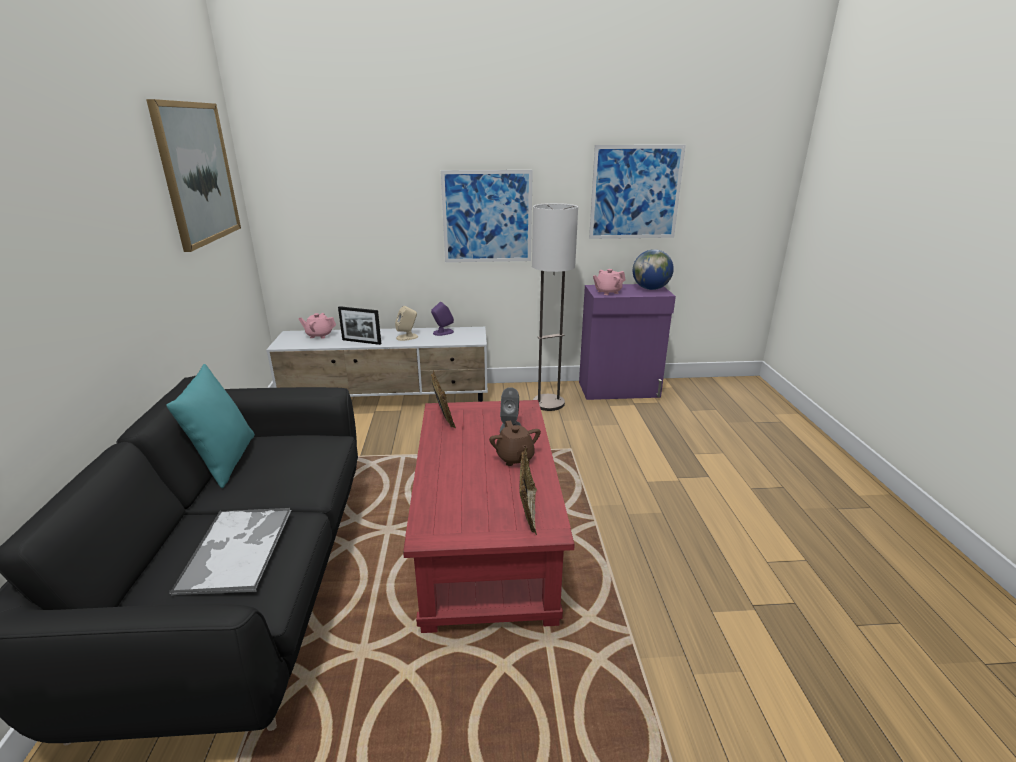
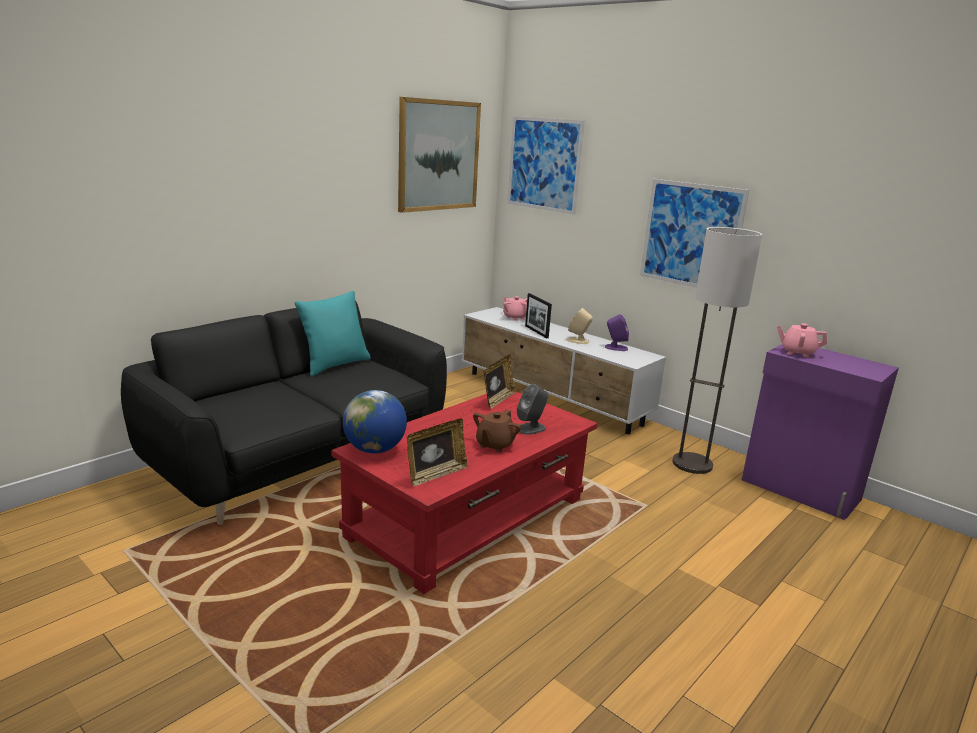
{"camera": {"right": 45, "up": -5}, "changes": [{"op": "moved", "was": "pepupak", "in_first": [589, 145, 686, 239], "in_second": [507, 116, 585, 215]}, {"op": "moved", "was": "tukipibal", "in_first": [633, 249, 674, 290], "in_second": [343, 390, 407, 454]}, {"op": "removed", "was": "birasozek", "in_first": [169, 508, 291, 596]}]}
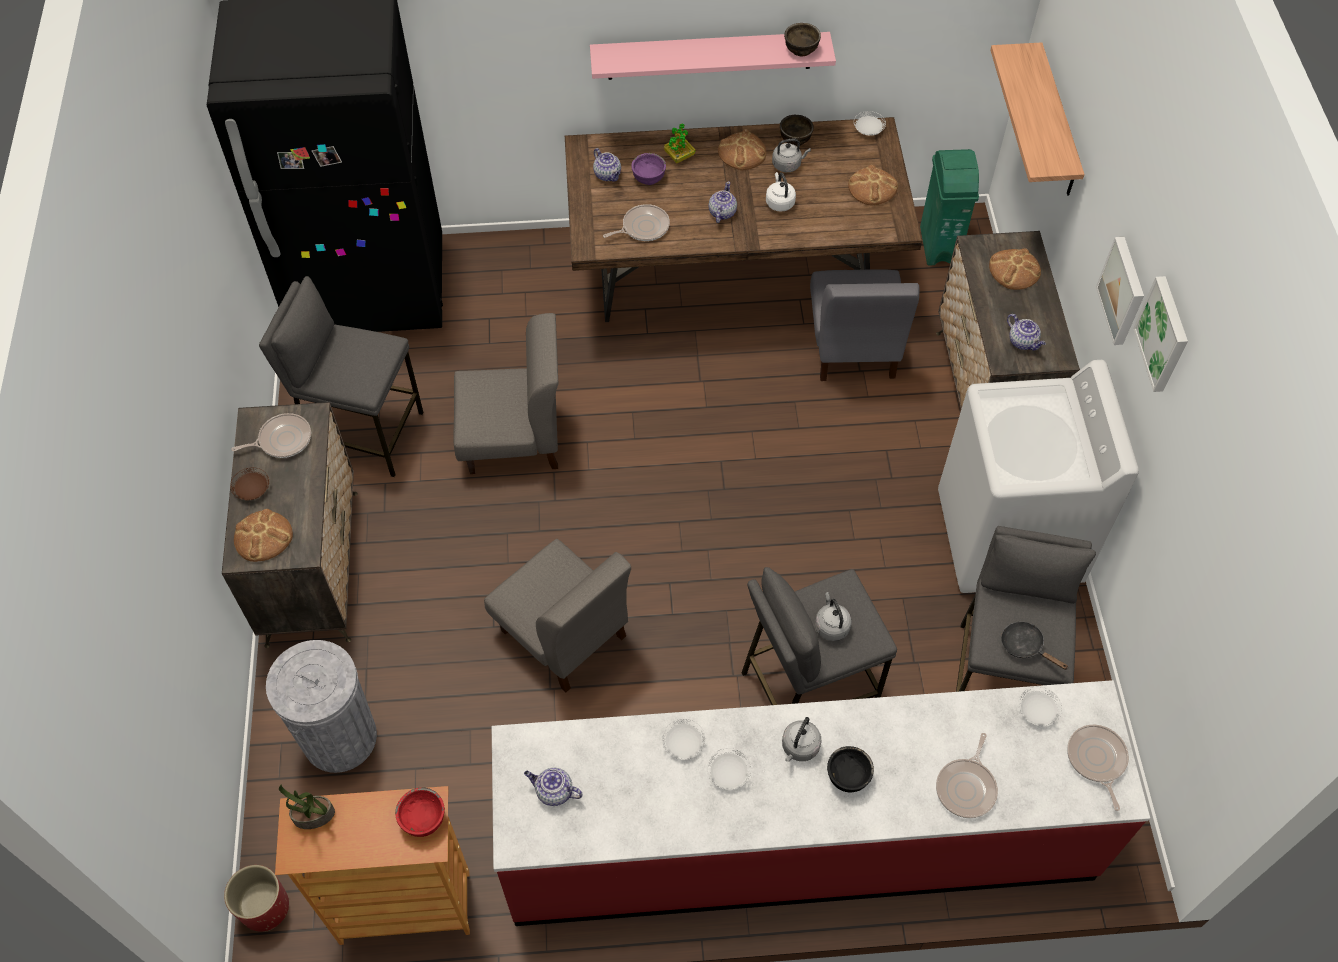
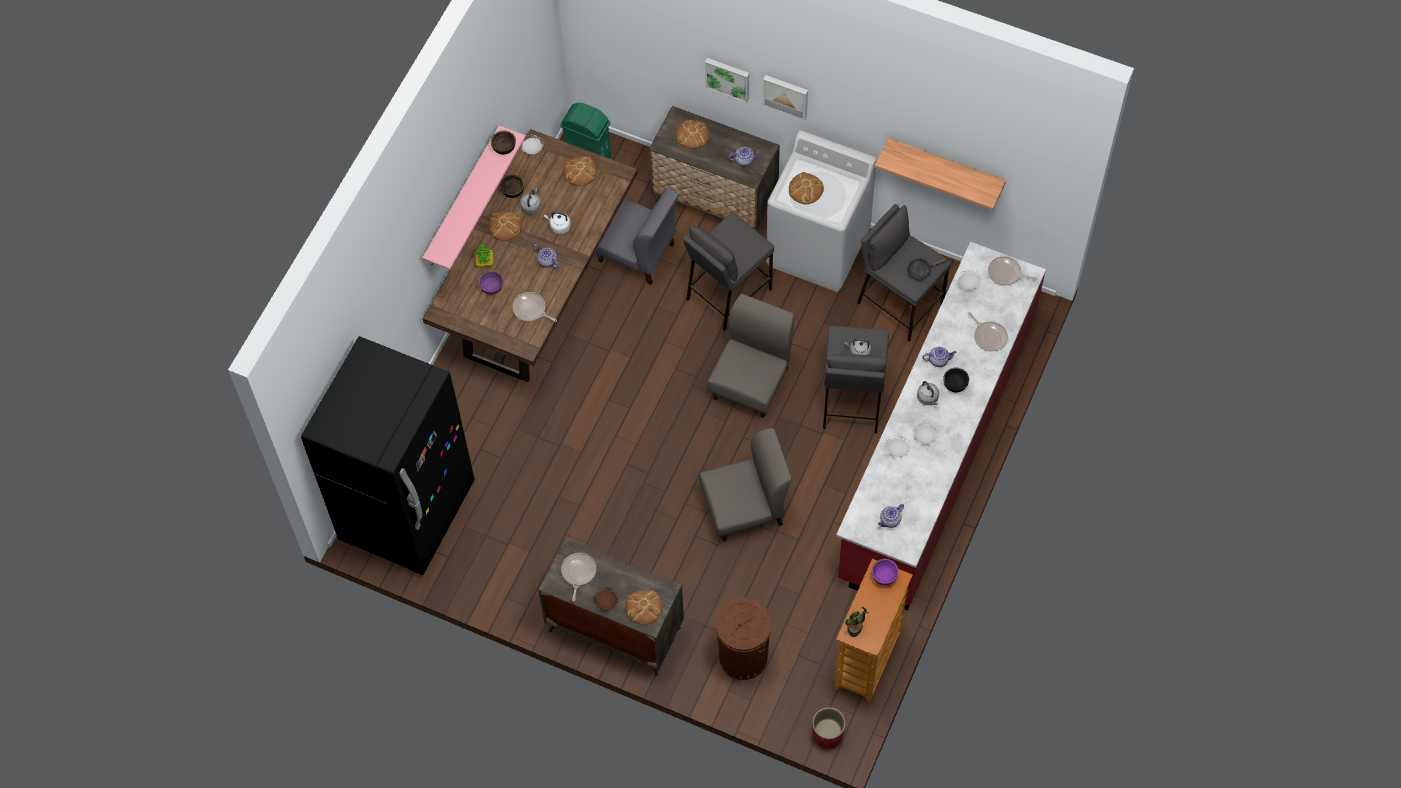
{"camera": {"right": -60, "up": 5}, "changes": [{"op": "moved", "was": "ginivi", "in_first": [990, 42, 1085, 196], "in_second": [875, 138, 1006, 210]}, {"op": "moved", "was": "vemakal", "in_first": [593, 148, 621, 182], "in_second": [922, 346, 957, 367]}, {"op": "turned", "was": "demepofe", "in_first": [603, 204, 670, 241], "in_second": [512, 292, 557, 322], "clockwise": -60}, {"op": "moved", "was": "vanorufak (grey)", "in_first": [259, 276, 424, 477], "in_second": [683, 212, 774, 331]}, {"op": "moved", "was": "pepupak", "in_first": [1133, 276, 1188, 392], "in_second": [705, 58, 749, 103]}, {"op": "moved", "was": "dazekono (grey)", "in_first": [454, 313, 558, 474], "in_second": [707, 294, 794, 418]}, {"op": "recoloured", "was": "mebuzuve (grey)", "now": "mebuzuve (brown)", "in_first": [266, 640, 377, 773], "in_second": [716, 598, 772, 680]}, {"op": "recoloured", "was": "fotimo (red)", "now": "fotimo (purple)", "in_first": [395, 788, 445, 837], "in_second": [872, 559, 899, 586]}, {"op": "added", "now": "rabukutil", "in_second": [789, 172, 824, 204]}]}
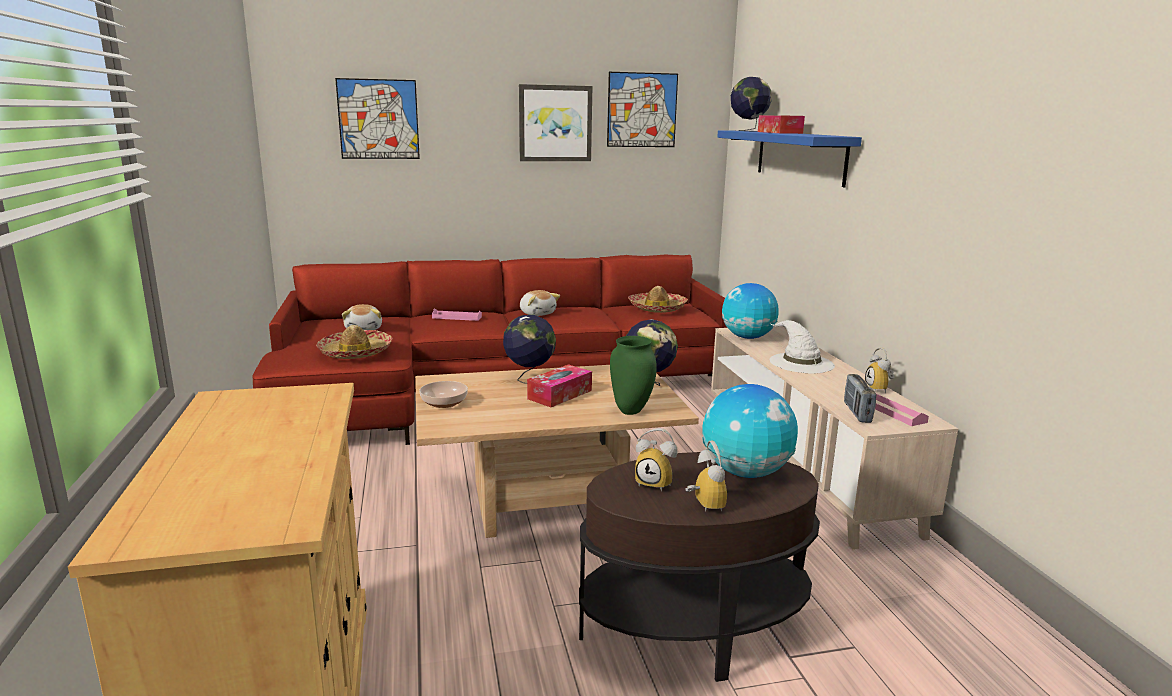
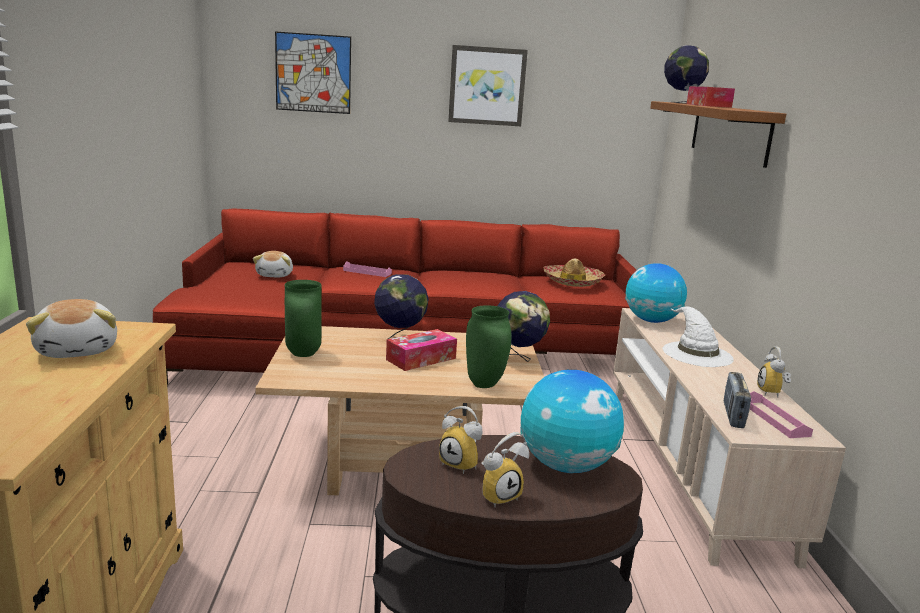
{"camera": {"right": 10, "up": 0}, "changes": [{"op": "removed", "was": "pepupak", "in_first": [607, 72, 678, 147]}, {"op": "recoloured", "was": "ginivi (blue)", "now": "ginivi (brown)", "in_first": [717, 130, 862, 187], "in_second": [650, 101, 786, 168]}, {"op": "moved", "was": "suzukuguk", "in_first": [520, 290, 560, 316], "in_second": [26, 299, 117, 358]}, {"op": "removed", "was": "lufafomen", "in_first": [317, 325, 393, 359]}, {"op": "replaced", "was": "fotimo", "now": "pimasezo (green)", "in_first": [420, 381, 468, 408], "in_second": [285, 280, 322, 357]}, {"op": "turned", "was": "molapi", "in_first": [686, 441, 727, 512], "in_second": [482, 432, 529, 507], "clockwise": 60}]}
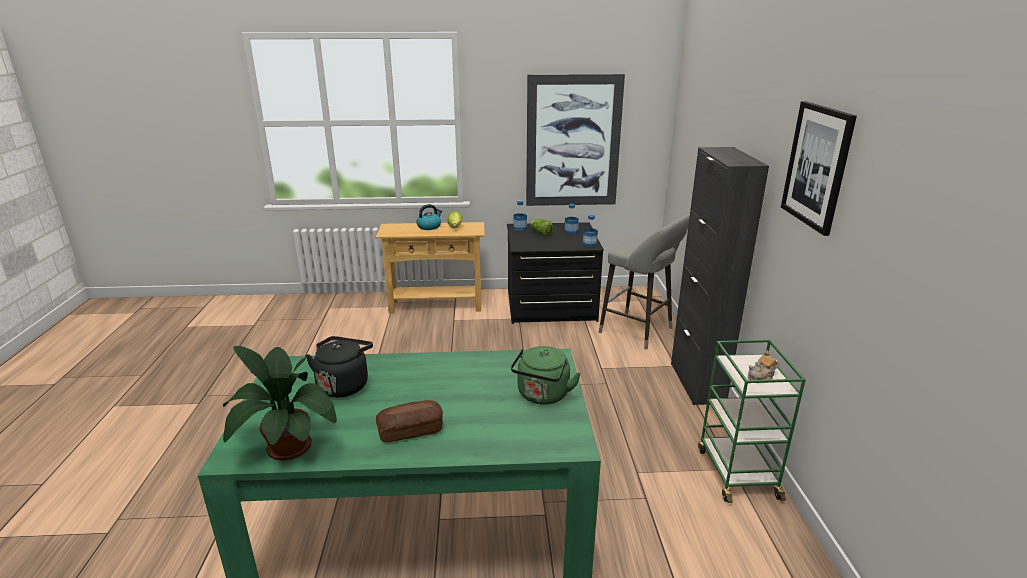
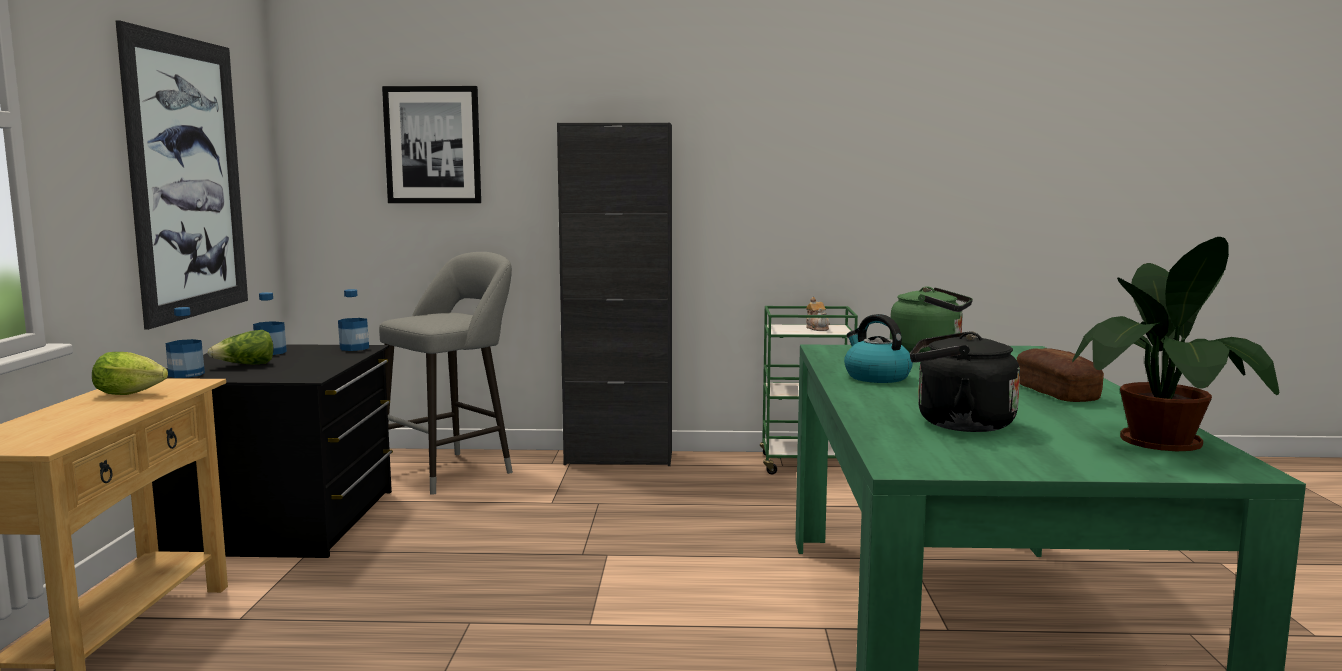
{"camera": {"right": -85, "up": -15}, "changes": [{"op": "moved", "was": "pepupak", "in_first": [781, 101, 857, 236], "in_second": [382, 86, 481, 203]}, {"op": "moved", "was": "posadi", "in_first": [416, 204, 442, 230], "in_second": [844, 314, 913, 383]}]}
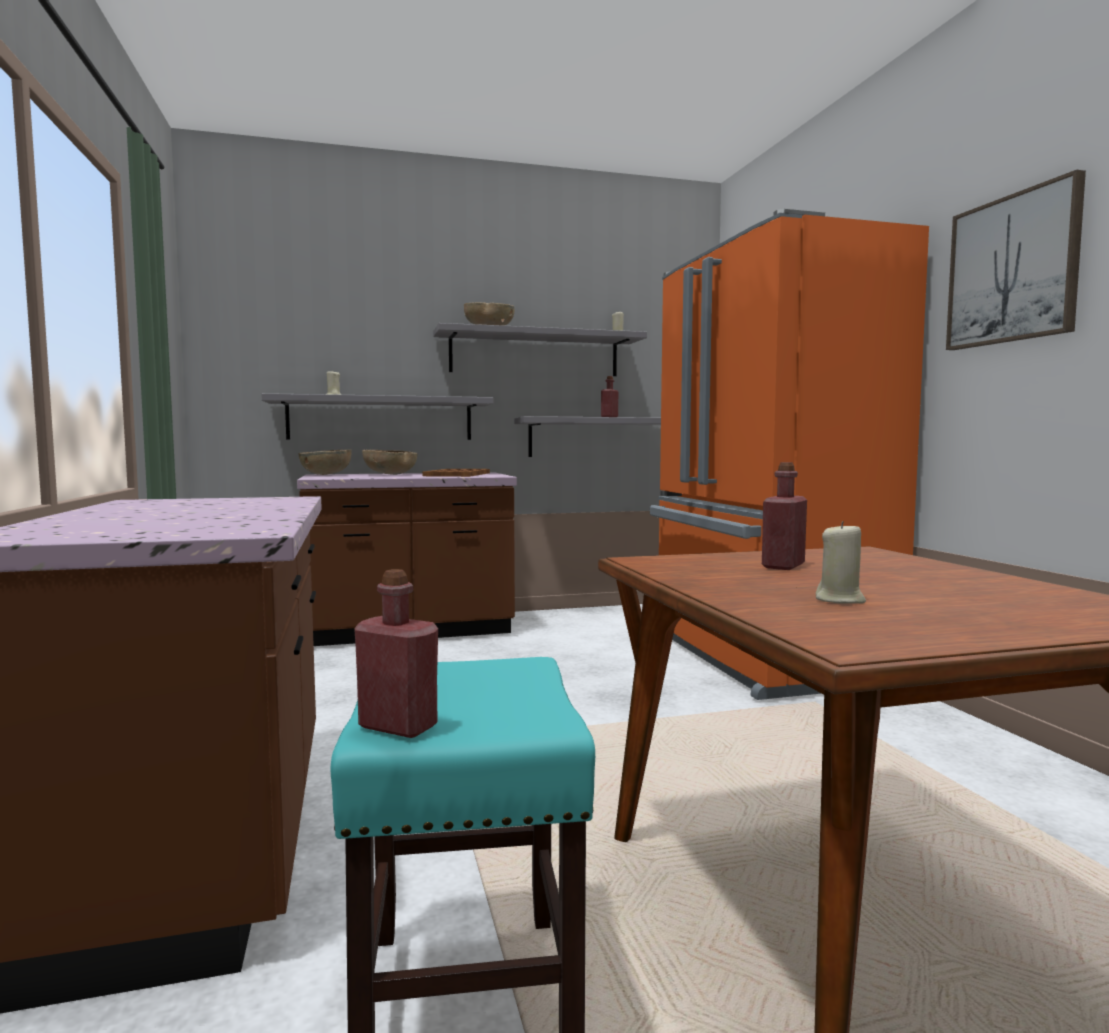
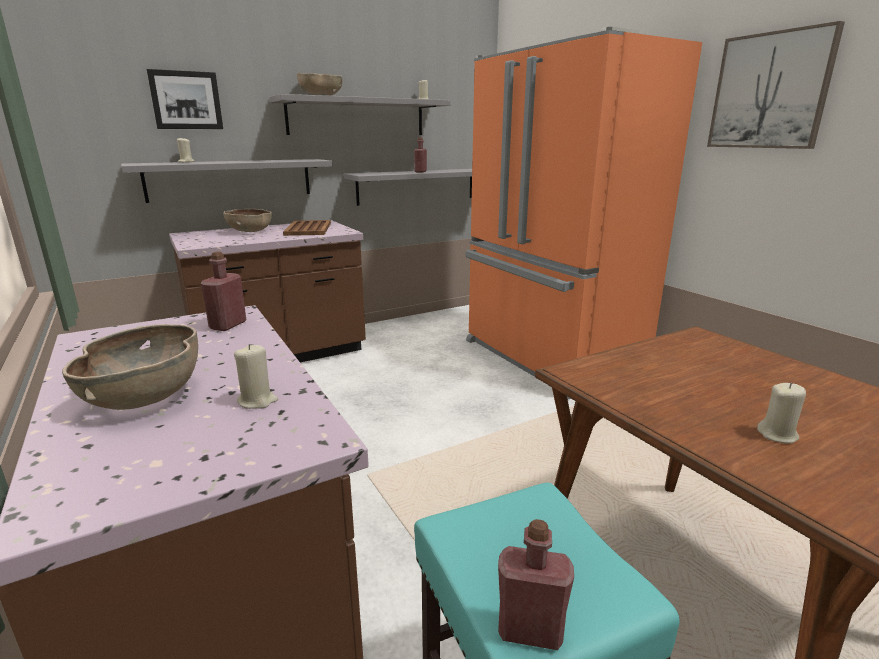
{"camera": {"right": -15, "up": 15}, "changes": [{"op": "moved", "was": "fotimo (brown)", "in_first": [299, 450, 352, 475], "in_second": [62, 324, 198, 410]}, {"op": "moved", "was": "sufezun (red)", "in_first": [762, 462, 807, 570], "in_second": [201, 251, 247, 331]}, {"op": "added", "now": "pepupak", "in_second": [147, 69, 223, 129]}, {"op": "added", "now": "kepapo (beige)", "in_second": [234, 344, 278, 409]}]}
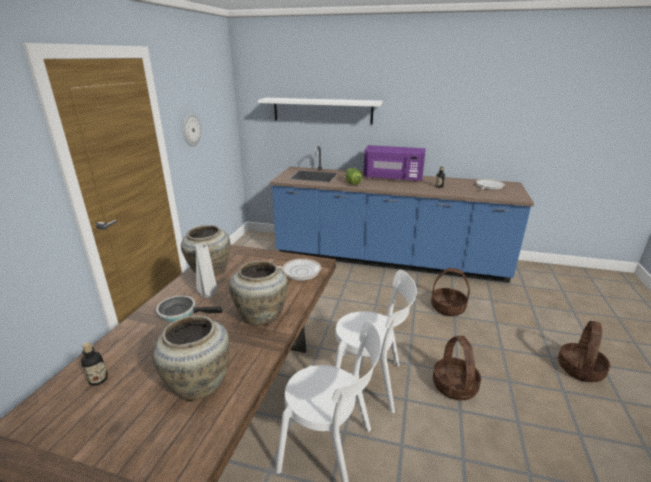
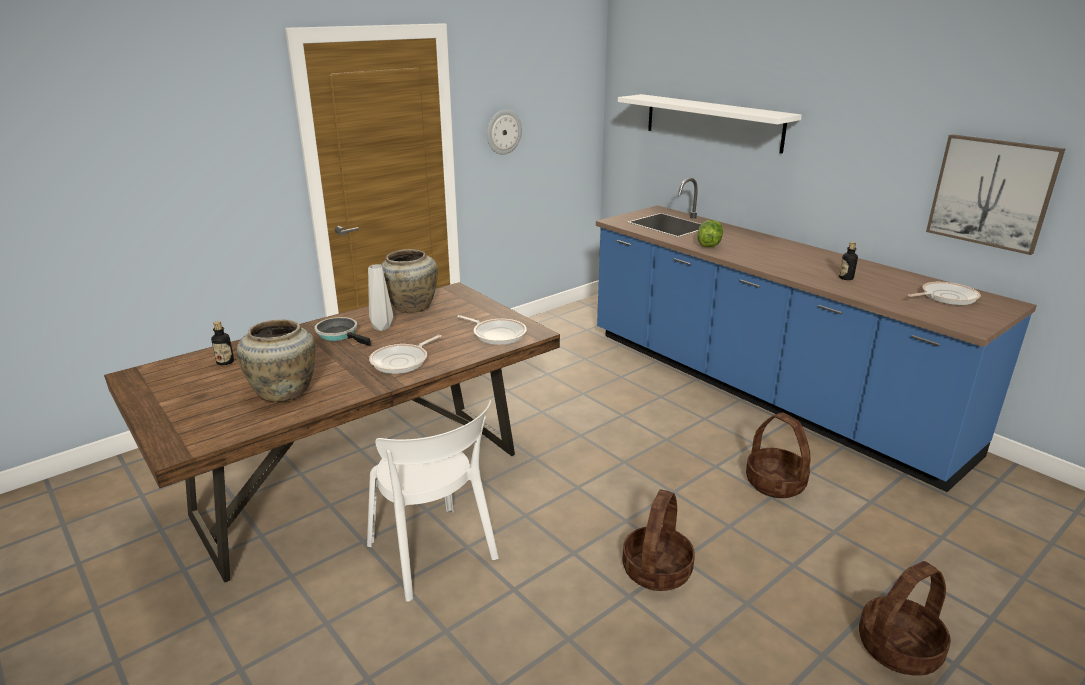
{"camera": {"right": 35, "up": 0}, "changes": [{"op": "removed", "was": "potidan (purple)", "in_first": [363, 145, 426, 182]}, {"op": "replaced", "was": "pimasezo (beige)", "now": "demepofe", "in_first": [229, 261, 288, 325], "in_second": [369, 335, 442, 374]}, {"op": "removed", "was": "dazekono (white)", "in_first": [335, 270, 417, 413]}, {"op": "added", "now": "pepupak", "in_second": [926, 134, 1065, 255]}]}
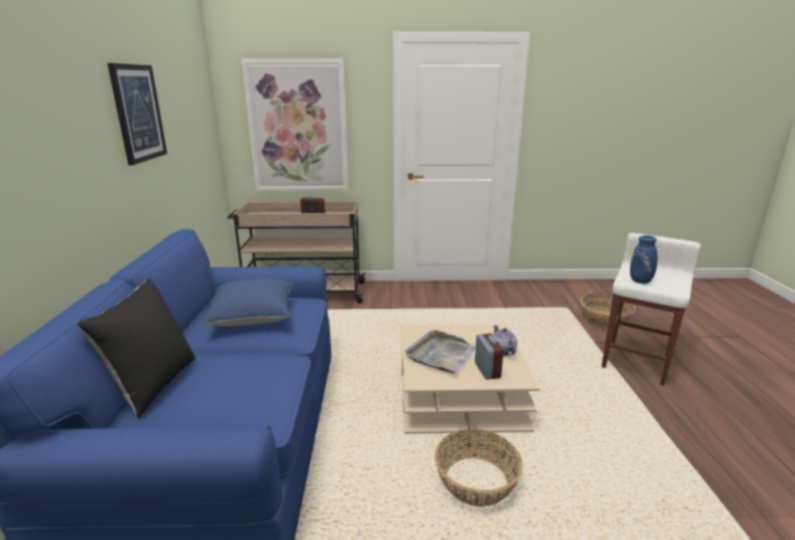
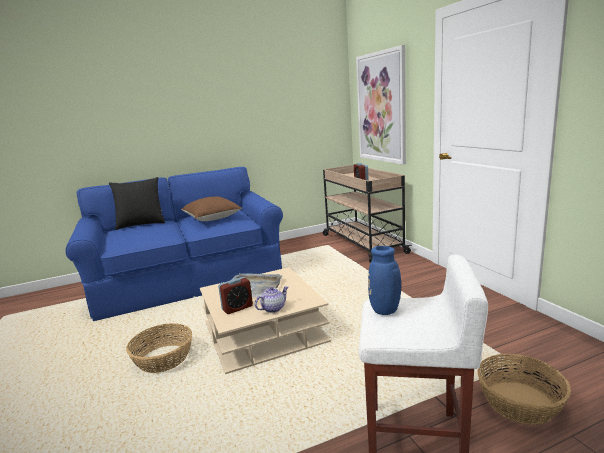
{"camera": {"right": 70, "up": -5}, "changes": [{"op": "removed", "was": "pepupak", "in_first": [107, 63, 167, 165]}, {"op": "recoloured", "was": "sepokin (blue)", "now": "sepokin (brown)", "in_first": [201, 279, 293, 326], "in_second": [181, 196, 242, 221]}]}
